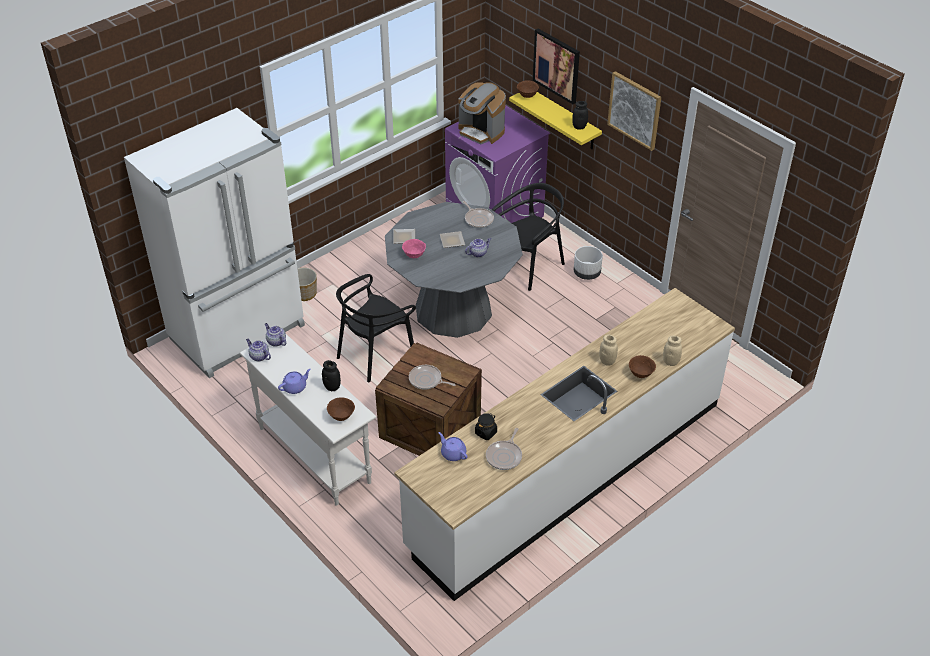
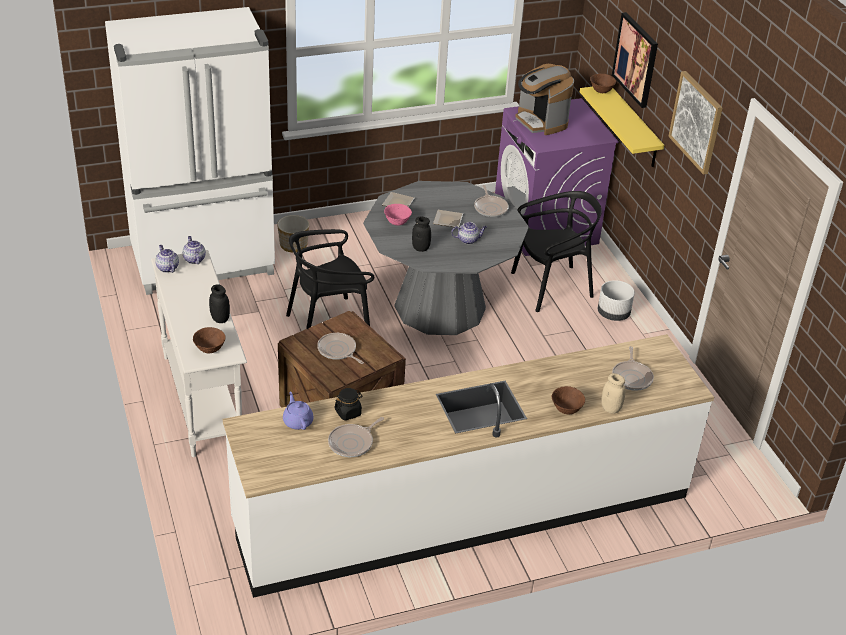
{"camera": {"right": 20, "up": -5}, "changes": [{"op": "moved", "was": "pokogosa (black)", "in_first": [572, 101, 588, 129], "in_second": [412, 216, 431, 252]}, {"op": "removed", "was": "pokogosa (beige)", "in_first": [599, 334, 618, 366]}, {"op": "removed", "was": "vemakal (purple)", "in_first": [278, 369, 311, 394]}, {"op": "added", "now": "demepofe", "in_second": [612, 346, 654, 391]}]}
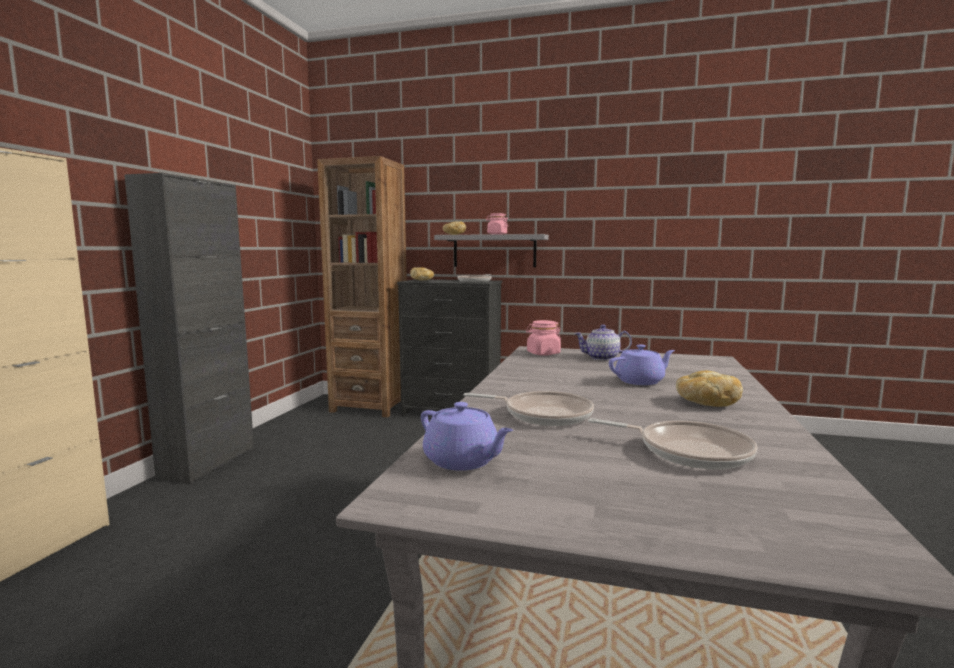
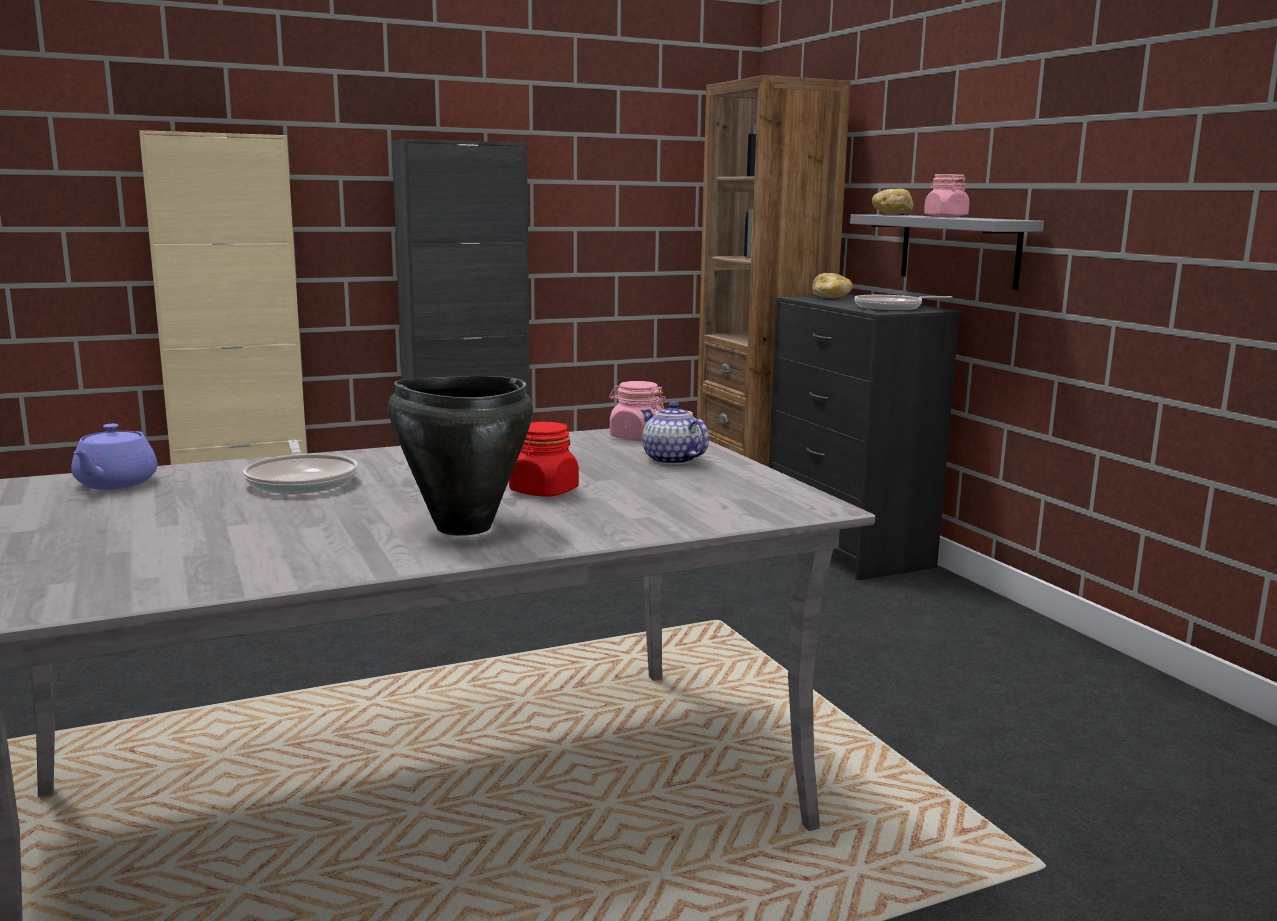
{"camera": {"right": 50, "up": 5}, "changes": [{"op": "replaced", "was": "vemakal (purple)", "now": "pokogosa (red)", "in_first": [609, 344, 675, 385], "in_second": [509, 422, 579, 497]}, {"op": "replaced", "was": "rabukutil", "now": "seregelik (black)", "in_first": [676, 371, 743, 407], "in_second": [388, 376, 533, 536]}, {"op": "removed", "was": "demepofe", "in_first": [588, 418, 758, 470]}]}
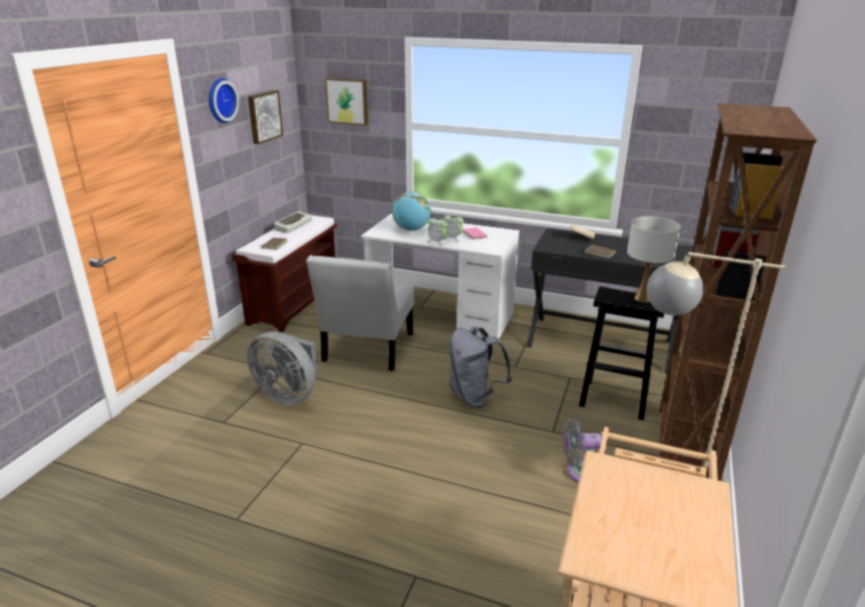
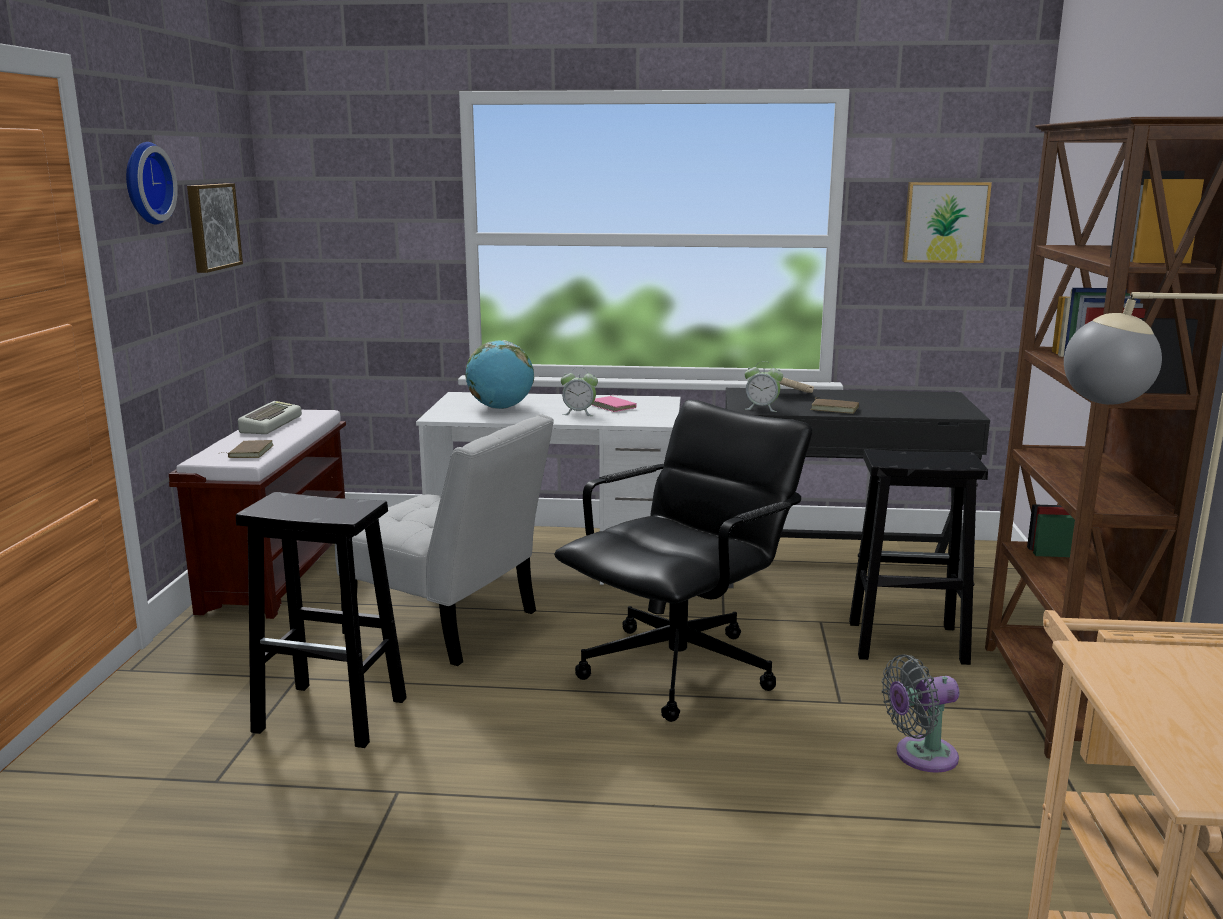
{"camera": {"right": -15, "up": -10}, "changes": [{"op": "moved", "was": "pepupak", "in_first": [325, 78, 368, 125], "in_second": [902, 182, 992, 263]}, {"op": "moved", "was": "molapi", "in_first": [427, 216, 448, 246], "in_second": [745, 361, 783, 412]}, {"op": "removed", "was": "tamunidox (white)", "in_first": [627, 216, 680, 302]}, {"op": "turned", "was": "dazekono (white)", "in_first": [306, 255, 414, 371], "in_second": [335, 414, 554, 666], "clockwise": -60}, {"op": "replaced", "was": "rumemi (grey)", "now": "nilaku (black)", "in_first": [449, 326, 512, 408], "in_second": [554, 400, 813, 722]}, {"op": "replaced", "was": "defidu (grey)", "now": "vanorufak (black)", "in_first": [247, 332, 318, 405], "in_second": [236, 492, 407, 748]}]}
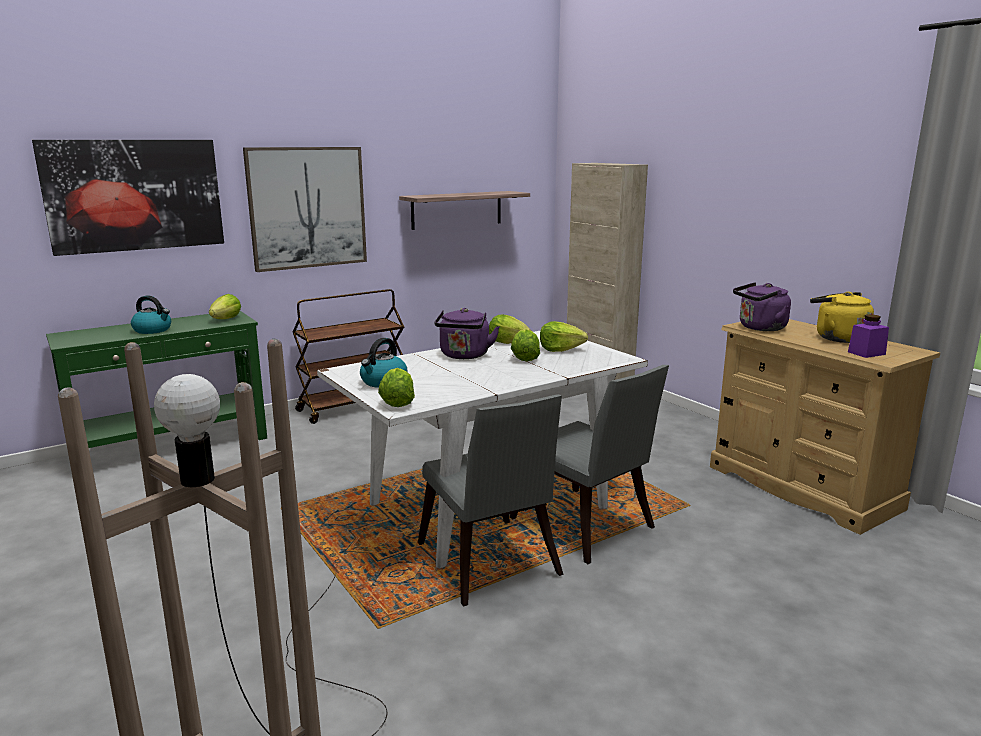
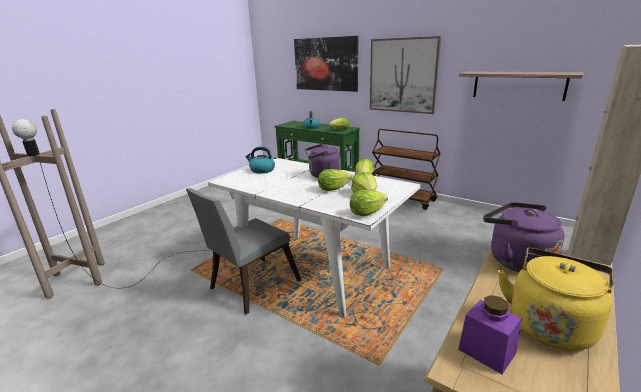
{"camera": {"right": 70, "up": 5}, "changes": [{"op": "removed", "was": "dazekono (grey)", "in_first": [510, 365, 669, 564]}, {"op": "moved", "was": "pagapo", "in_first": [378, 368, 415, 407], "in_second": [350, 190, 388, 216]}]}
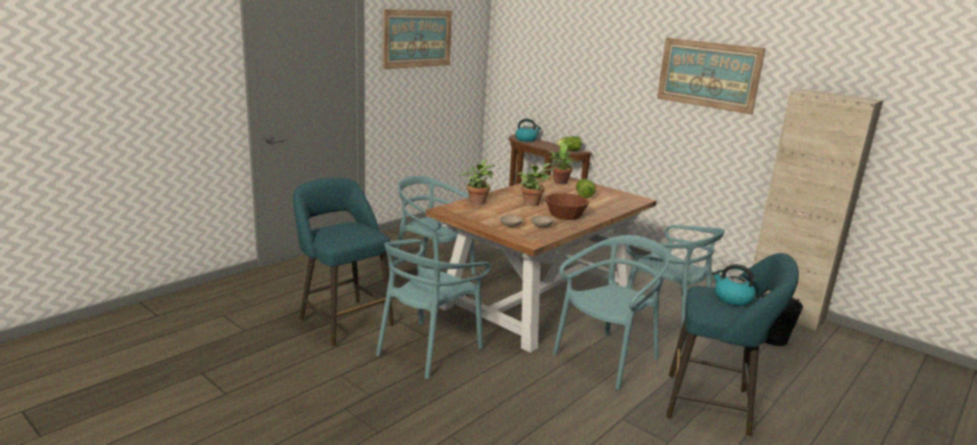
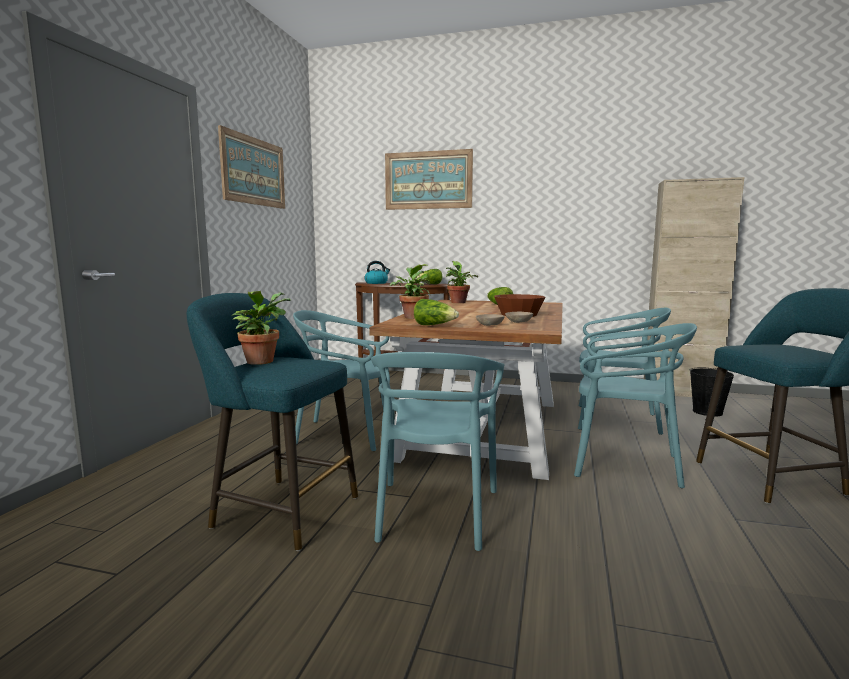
{"camera": {"right": -25, "up": -10}, "changes": [{"op": "moved", "was": "pepupak", "in_first": [657, 38, 766, 115], "in_second": [385, 149, 473, 210]}, {"op": "moved", "was": "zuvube", "in_first": [517, 163, 554, 206], "in_second": [231, 291, 291, 365]}, {"op": "turned", "was": "dazekono (turquoise)", "in_first": [553, 235, 669, 390], "in_second": [574, 323, 697, 488], "clockwise": 90}, {"op": "removed", "was": "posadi", "in_first": [712, 264, 756, 306]}, {"op": "added", "now": "pagapo", "in_second": [414, 299, 459, 325]}]}
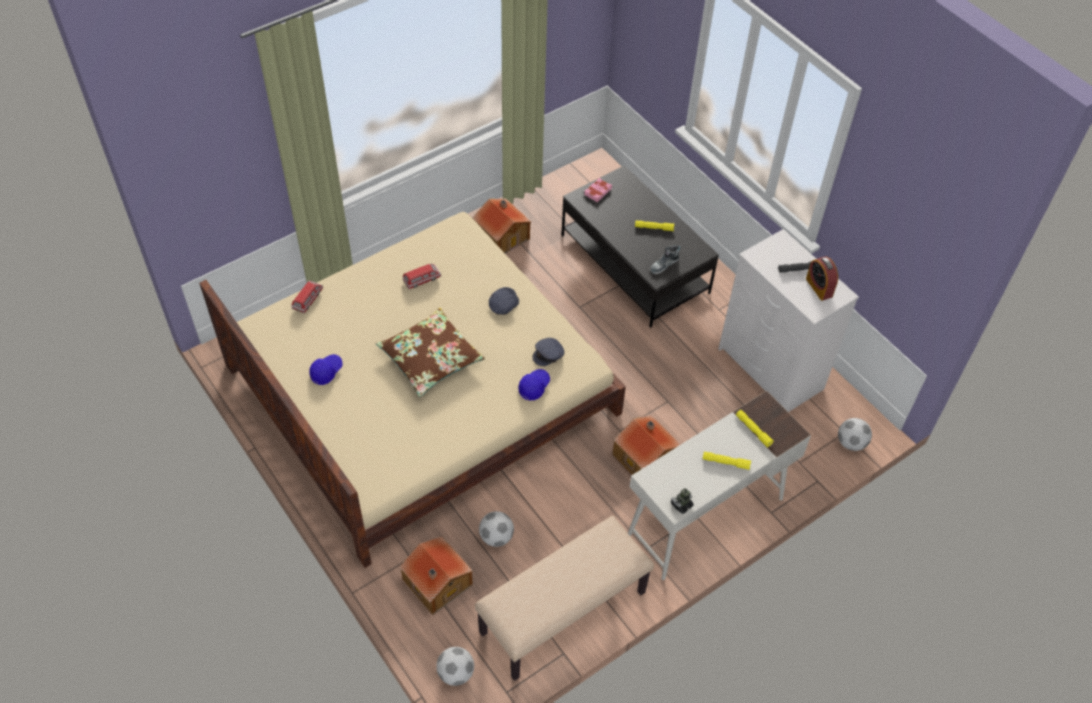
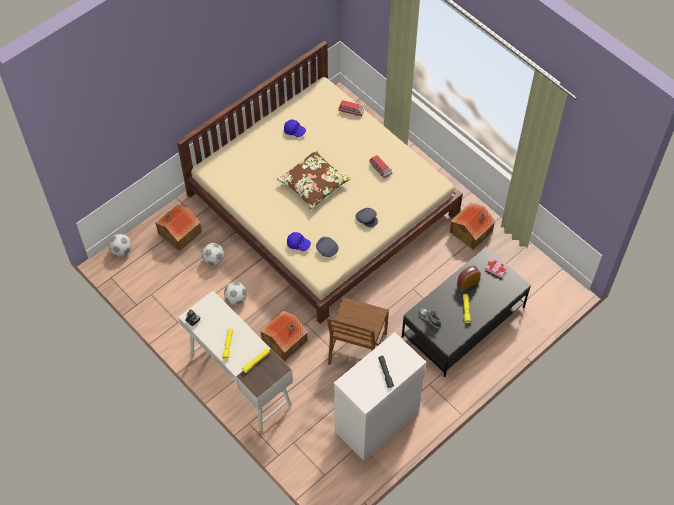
{"camera": {"right": 85, "up": 5}, "changes": [{"op": "moved", "was": "molapi", "in_first": [806, 256, 838, 301], "in_second": [457, 266, 481, 291]}, {"op": "moved", "was": "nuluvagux", "in_first": [838, 418, 872, 451], "in_second": [224, 282, 247, 305]}, {"op": "removed", "was": "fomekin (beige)", "in_first": [475, 516, 654, 681]}, {"op": "added", "now": "dazekono (brown)", "in_second": [327, 297, 389, 365]}]}
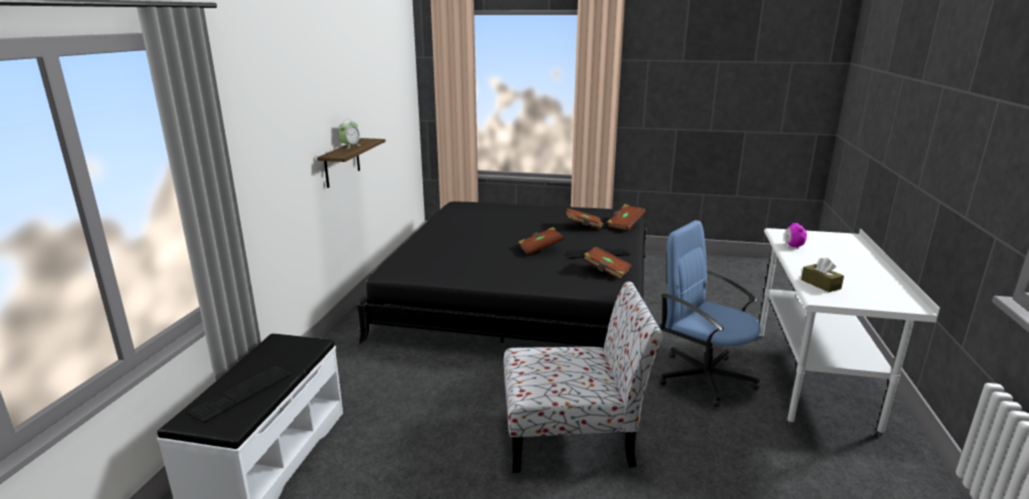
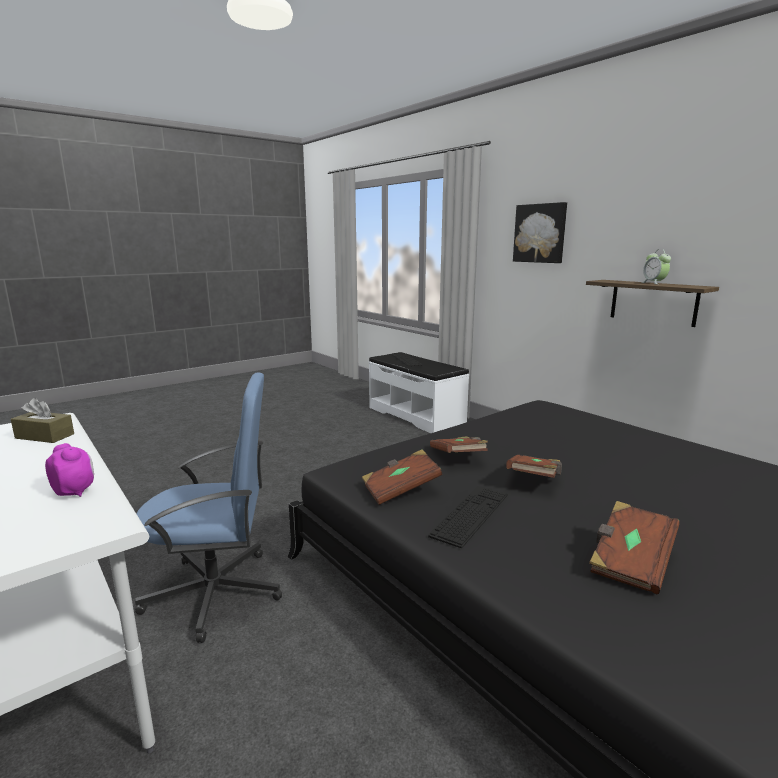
{"camera": {"right": 130, "up": -5}, "changes": [{"op": "moved", "was": "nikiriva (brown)", "in_first": [607, 204, 645, 231], "in_second": [430, 436, 488, 453]}, {"op": "removed", "was": "dazekono", "in_first": [504, 281, 663, 473]}, {"op": "added", "now": "pepupak", "in_second": [513, 202, 567, 263]}]}
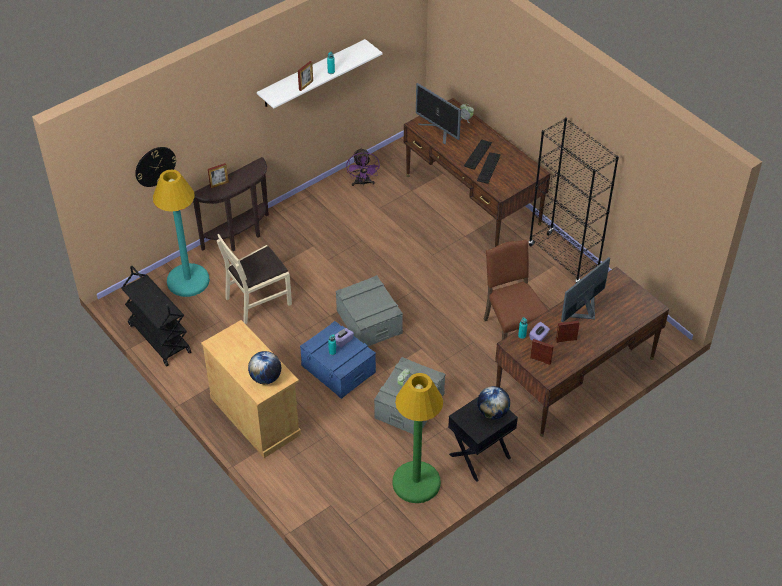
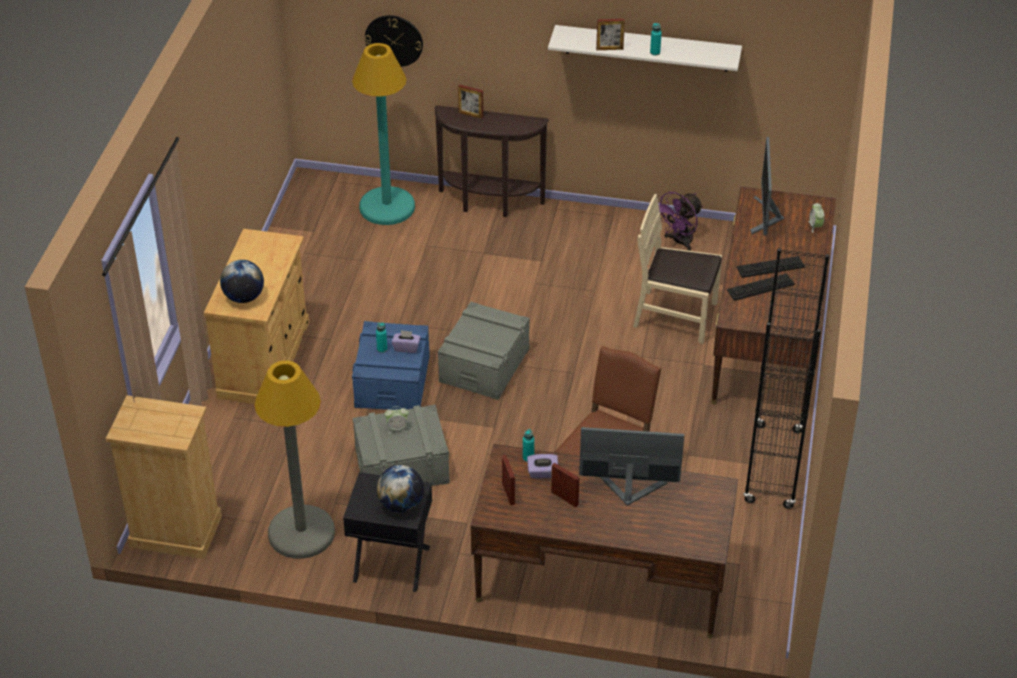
{"camera": {"right": 50, "up": -5}, "changes": [{"op": "moved", "was": "dazekono (beige)", "in_first": [217, 234, 292, 324], "in_second": [633, 194, 722, 344]}, {"op": "removed", "was": "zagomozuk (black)", "in_first": [122, 266, 191, 367]}, {"op": "recoloured", "was": "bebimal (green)", "now": "bebimal (grey)", "in_first": [392, 373, 443, 503], "in_second": [254, 360, 335, 559]}, {"op": "added", "now": "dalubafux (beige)", "in_second": [106, 395, 222, 559]}]}
